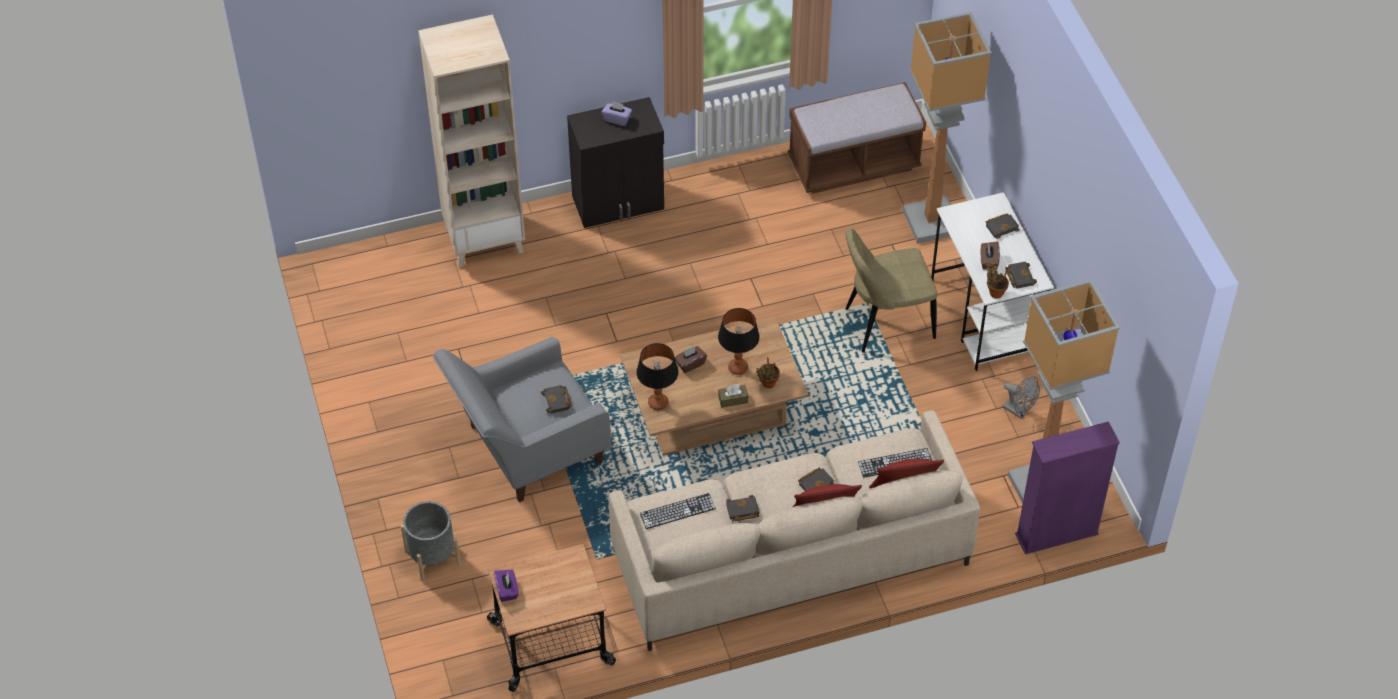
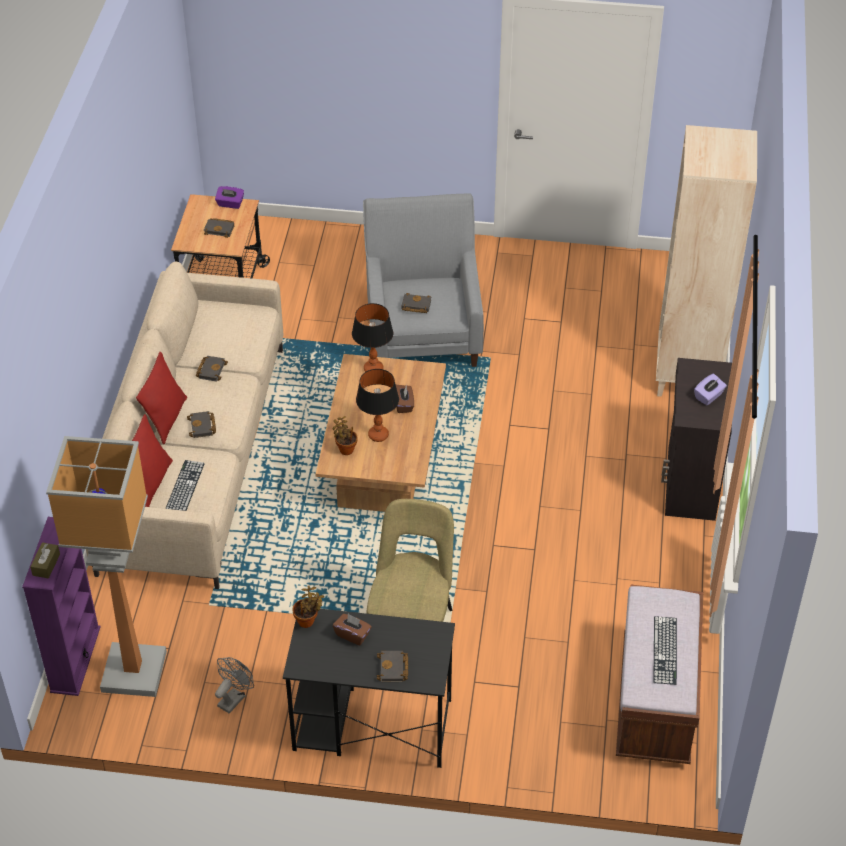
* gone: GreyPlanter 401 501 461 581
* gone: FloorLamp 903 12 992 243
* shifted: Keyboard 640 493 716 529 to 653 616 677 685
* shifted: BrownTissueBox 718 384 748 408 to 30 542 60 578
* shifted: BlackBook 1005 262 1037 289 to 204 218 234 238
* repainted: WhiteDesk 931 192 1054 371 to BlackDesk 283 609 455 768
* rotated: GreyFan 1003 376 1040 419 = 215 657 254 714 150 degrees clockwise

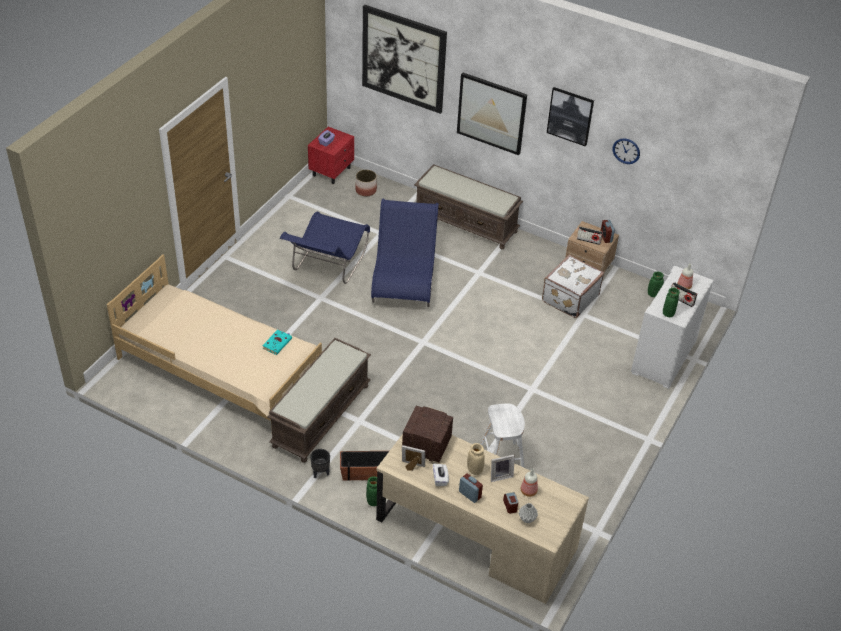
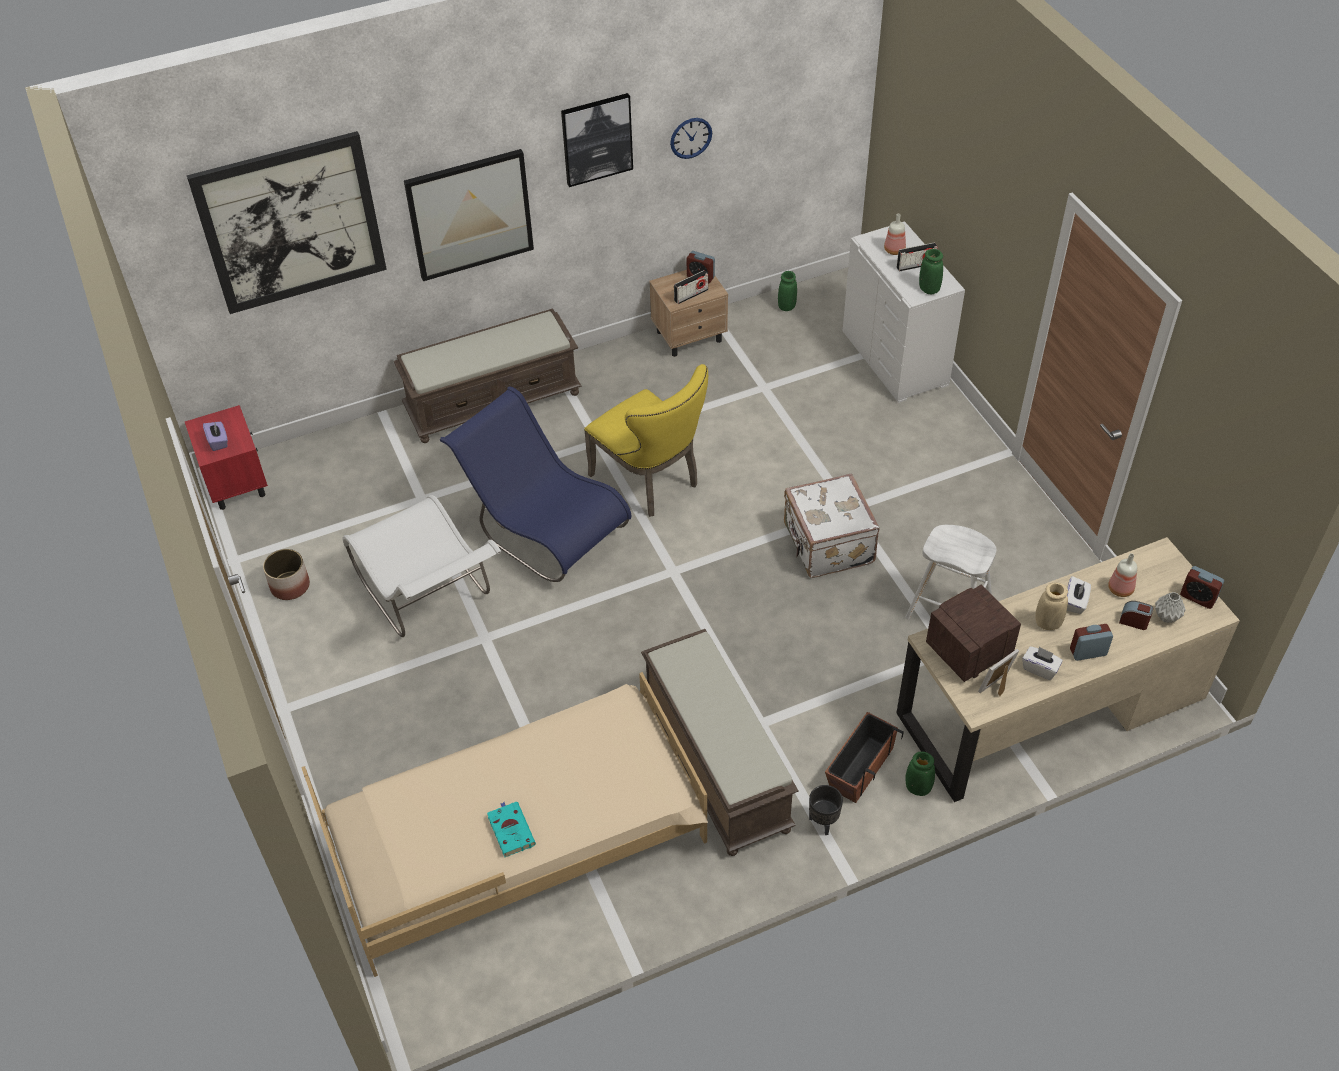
* new: YellowChair 584 364 708 517
* new: AlarmClock 1180 566 1224 609
* shifted: TurquoiseBook 262 330 292 355 to 487 802 536 857
* shifted: Planter 356 170 377 196 to 263 549 310 600
* shifted: WhiteSuitcase 542 255 604 318 to 784 473 880 578
* swapped: PictureFrame 491 455 515 482 to WhiteTissueBox 1067 576 1091 614
* repainted: BlueChair 280 212 370 284 to WhiteChair 343 495 501 637

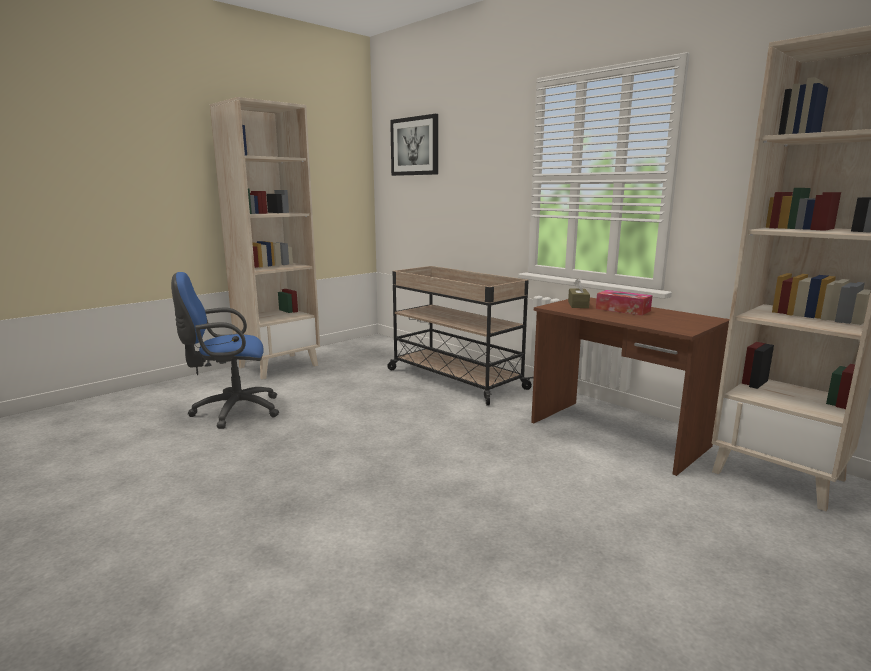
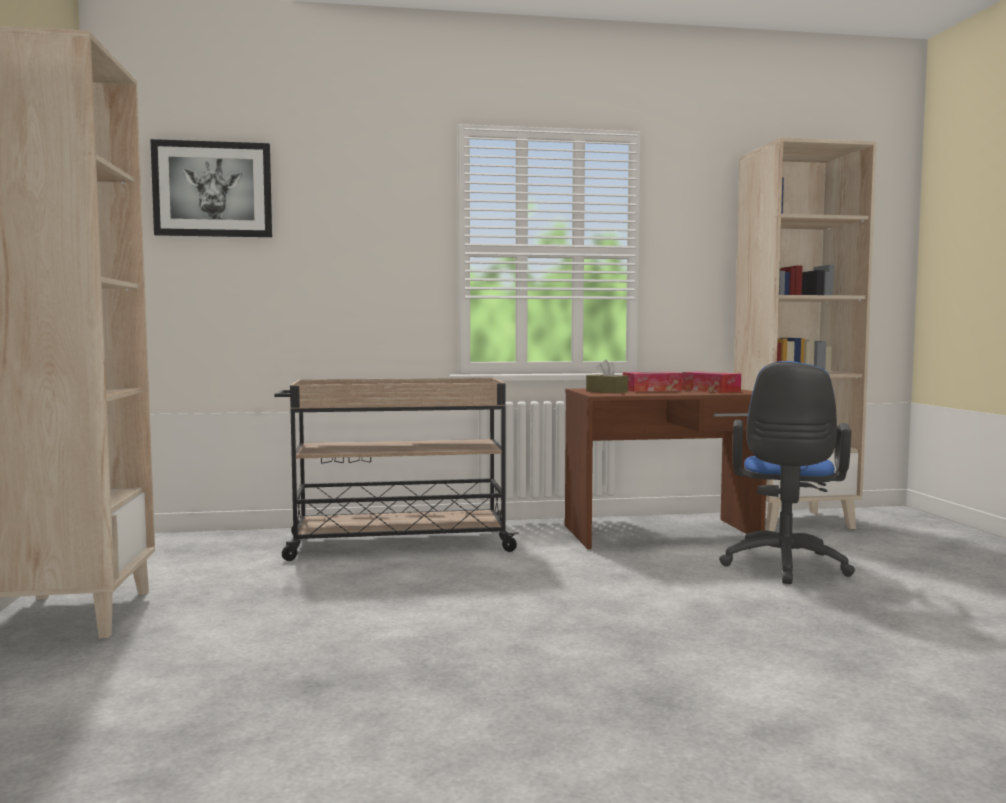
* new: TissueBox 682 371 741 393
* shifted: BlueOfficeChair 171 272 279 429 to 719 361 855 584

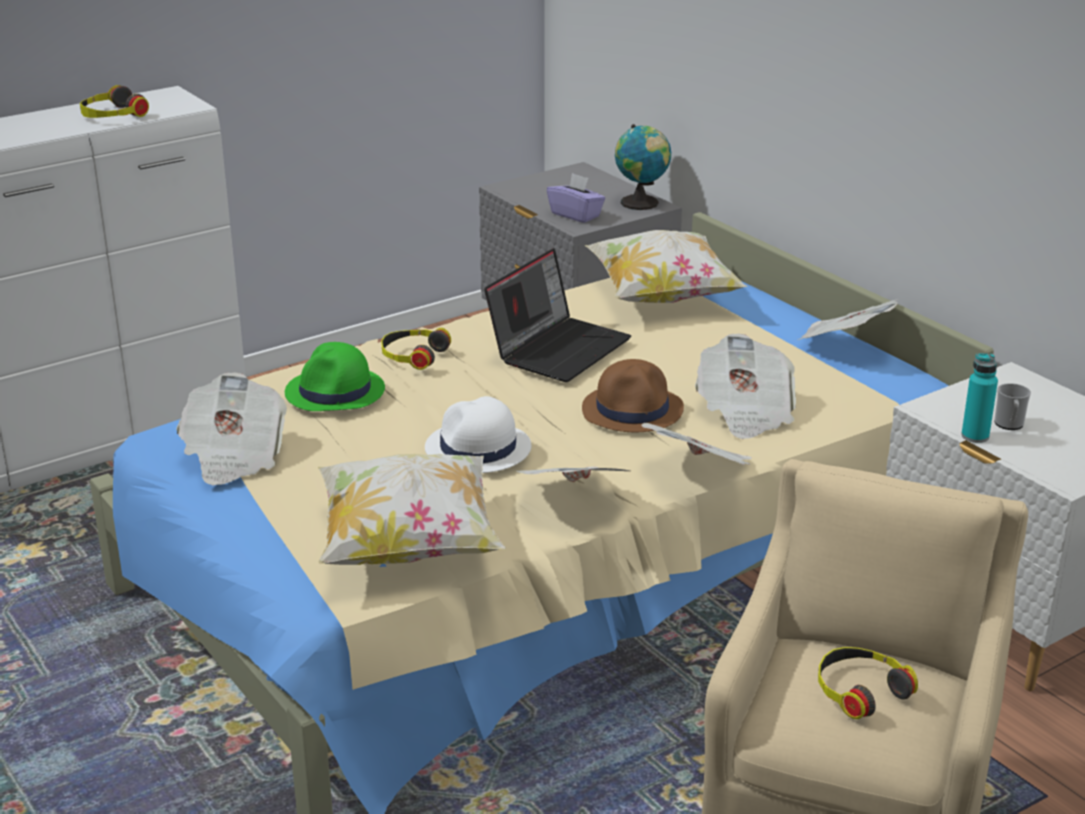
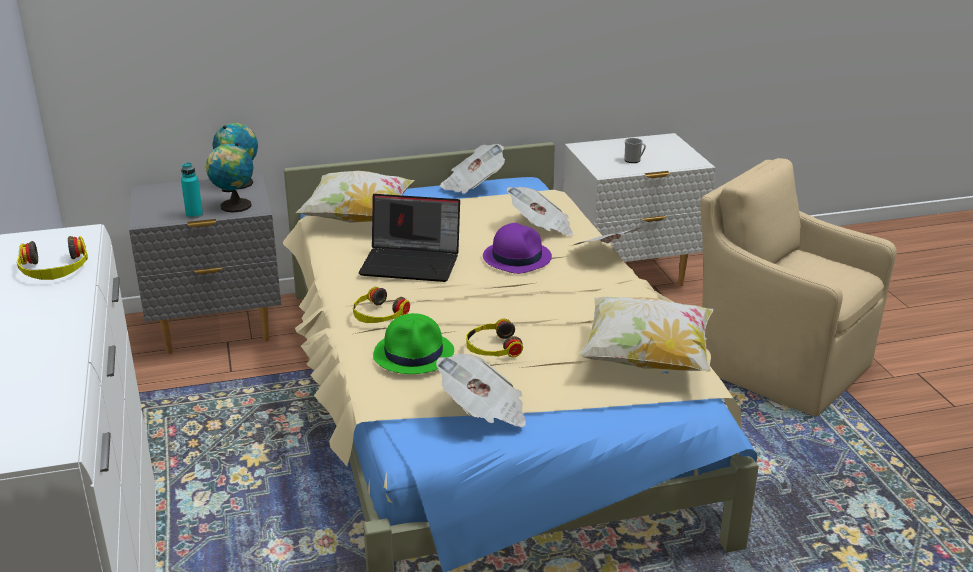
* gone: WhiteHat 425 396 531 473
* gone: Newspaper 516 466 630 482
* shifted: Headphones 818 647 918 719 to 466 319 523 358
* shifted: TurquoiseBottle 961 353 998 443 to 181 162 203 219
* swapped: PurpleTissueBox 547 173 606 223 to Globe 206 143 253 213
* repainted: BrownHat 582 359 684 432 to PurpleHat 483 223 552 274
* rotated: Laptop 484 248 631 382 = 359 194 460 282 135 degrees clockwise

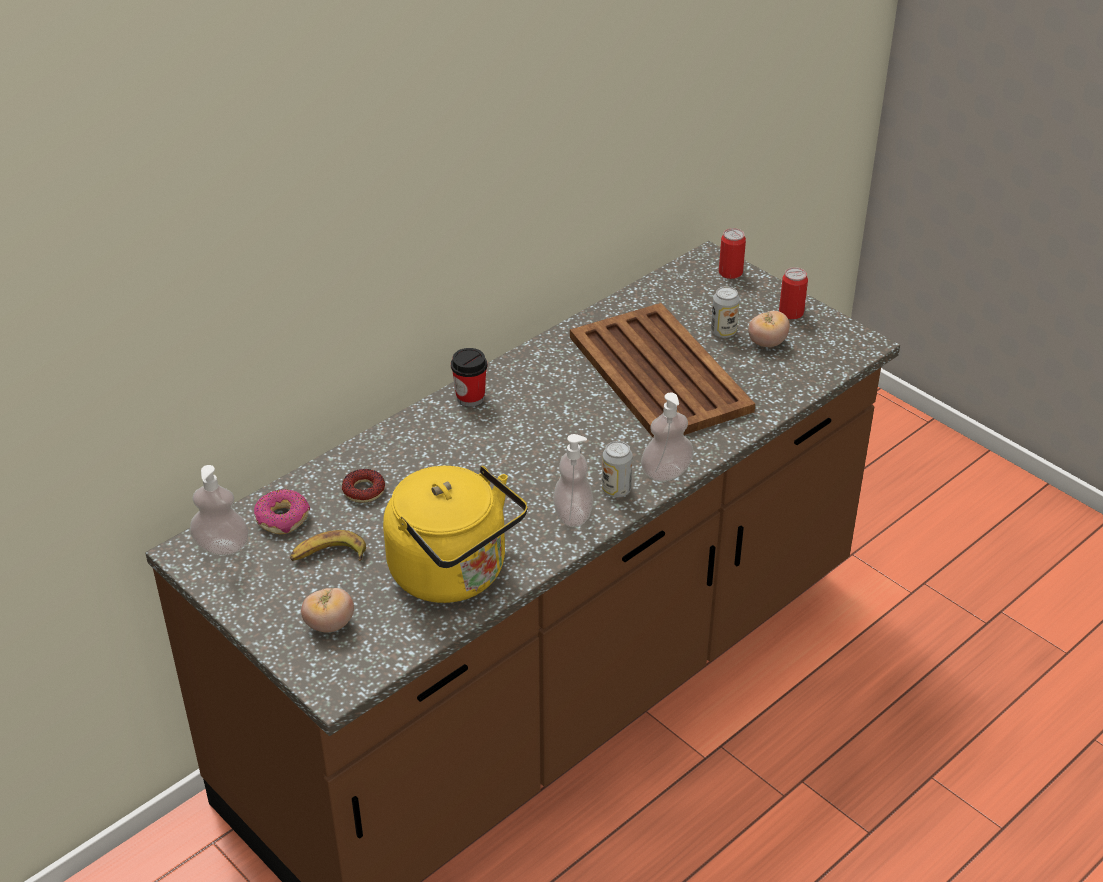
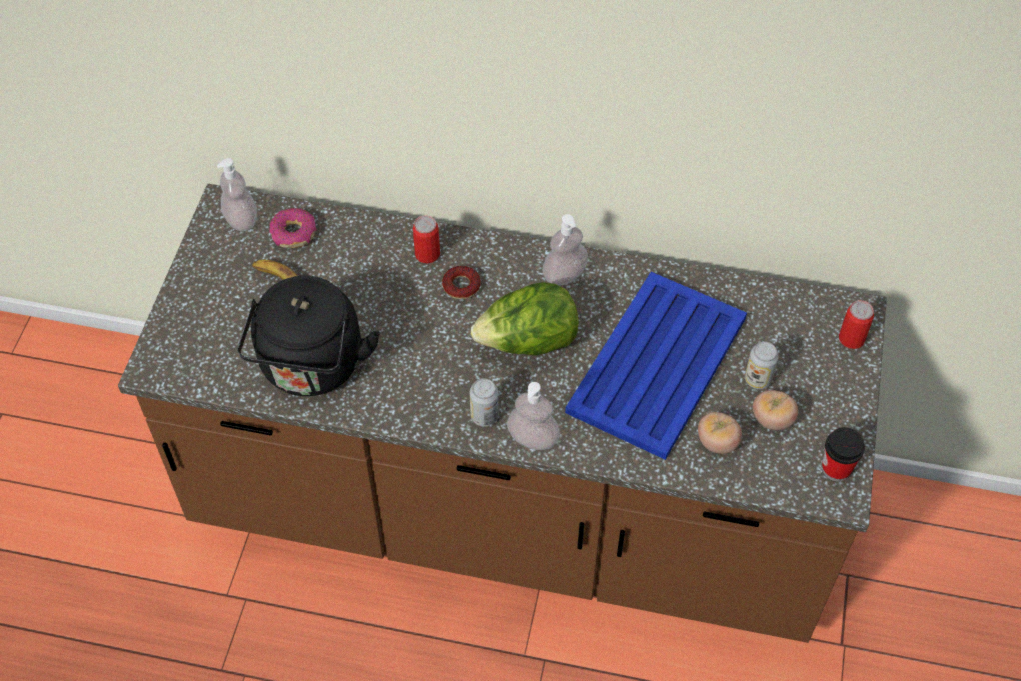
* new: Lettuce 471 282 579 356
* shifted: Tomato 301 588 354 633 to 698 412 742 454
* shifted: Donut 342 469 385 503 to 442 266 481 299
* shifted: Cup 451 348 487 407 to 822 427 865 482
* shifted: SoapDispenser 553 434 593 527 to 542 214 588 285
* shifted: Can 779 267 808 319 to 413 215 440 264
* repainted: YellowKettle 383 466 527 603 to BlackKettle 237 276 380 396
* repainted: BrownTray 570 303 755 437 to BlueTray 565 272 747 460

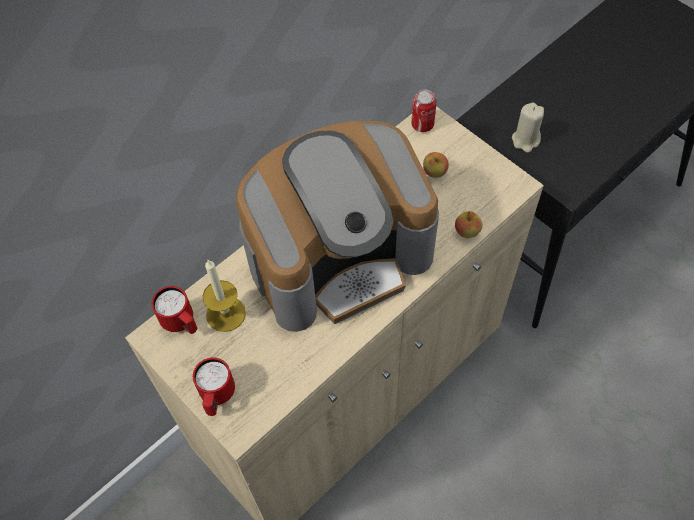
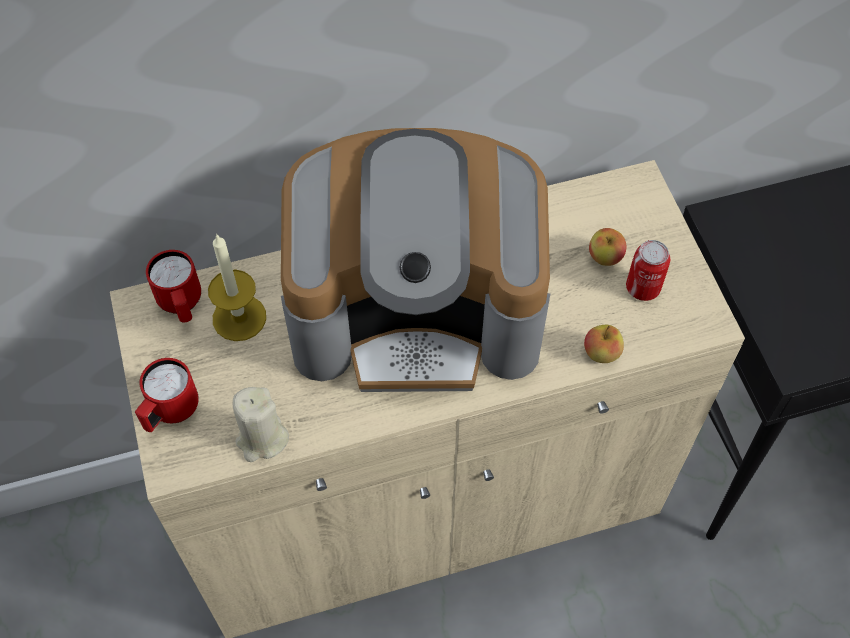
* shifted: Can 411 89 436 132 to 626 240 670 301
* shifted: BeigeCandle 512 102 544 153 to 233 387 289 462

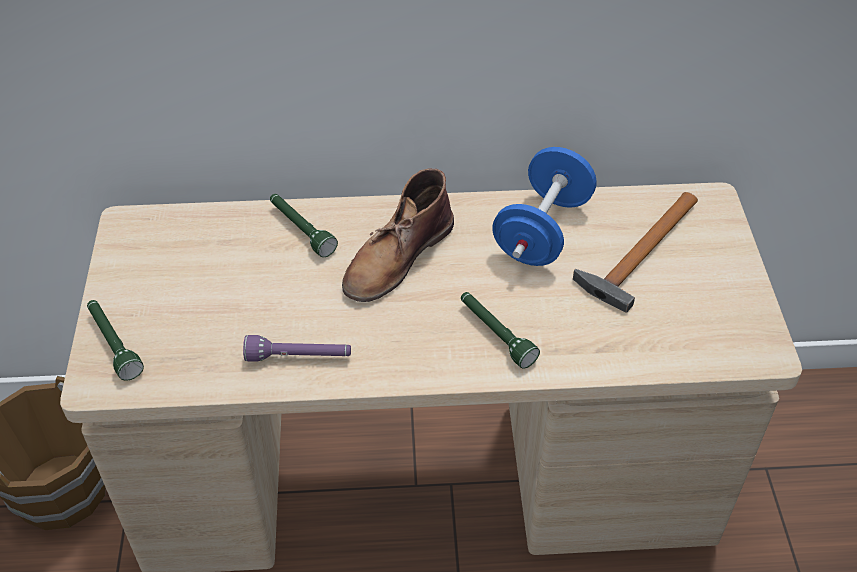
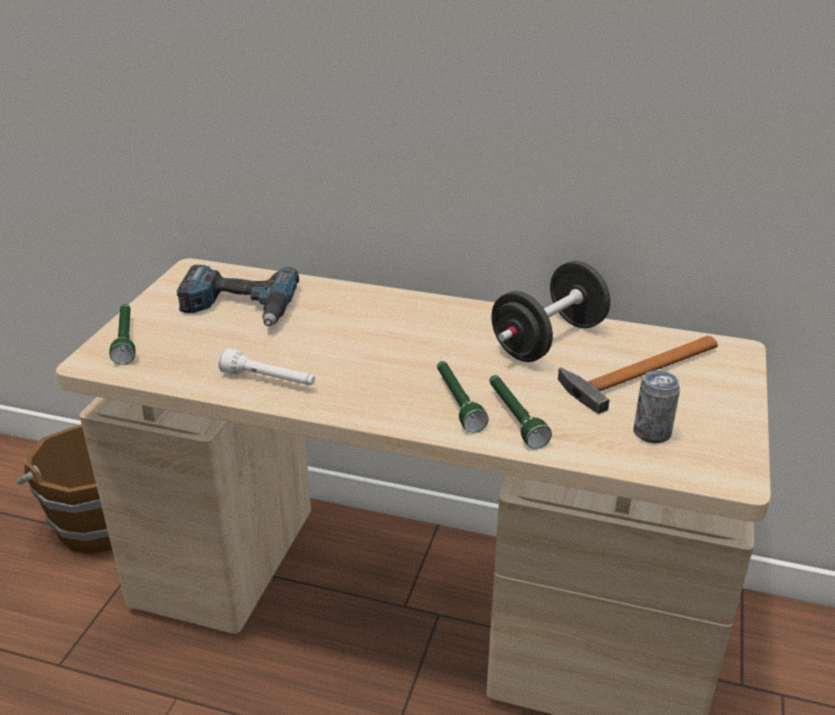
* gone: BrownBoot 342 169 454 302
* new: PowerDrill 177 265 299 327
* new: Can 634 370 680 443
* shifted: GreenFlashlight 270 194 338 257 to 489 375 552 449
* repainted: PurpleFlashlight 243 335 351 362 to WhiteFlashlight 218 348 315 386
* repainted: BlueDumbbell 492 147 597 266 to BlackDumbbell 491 261 610 362

